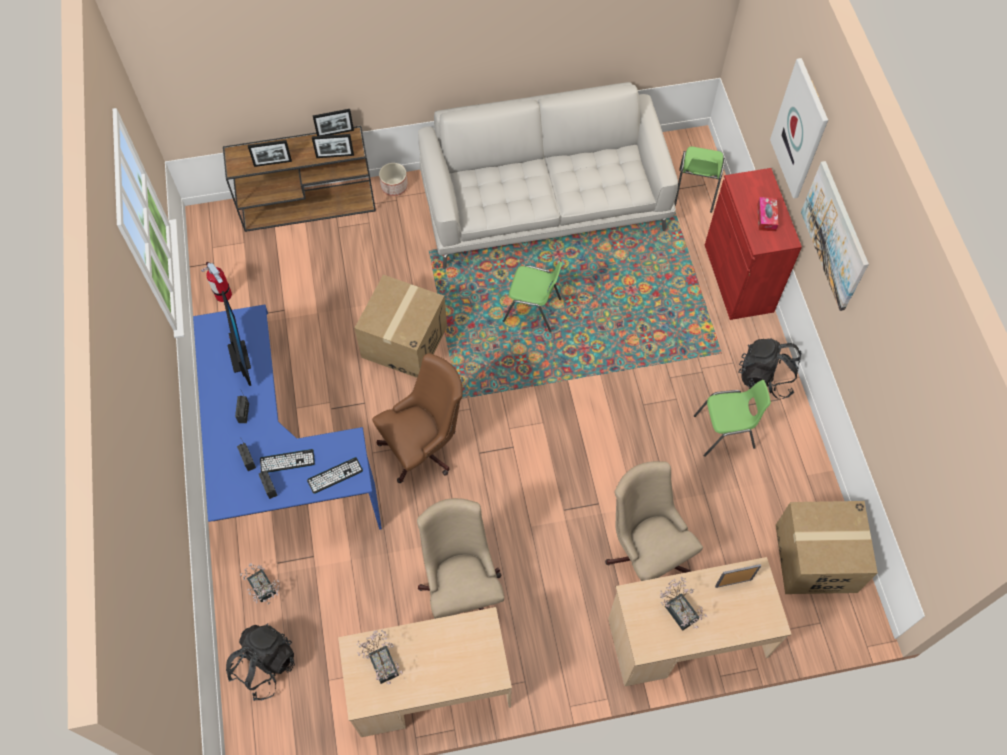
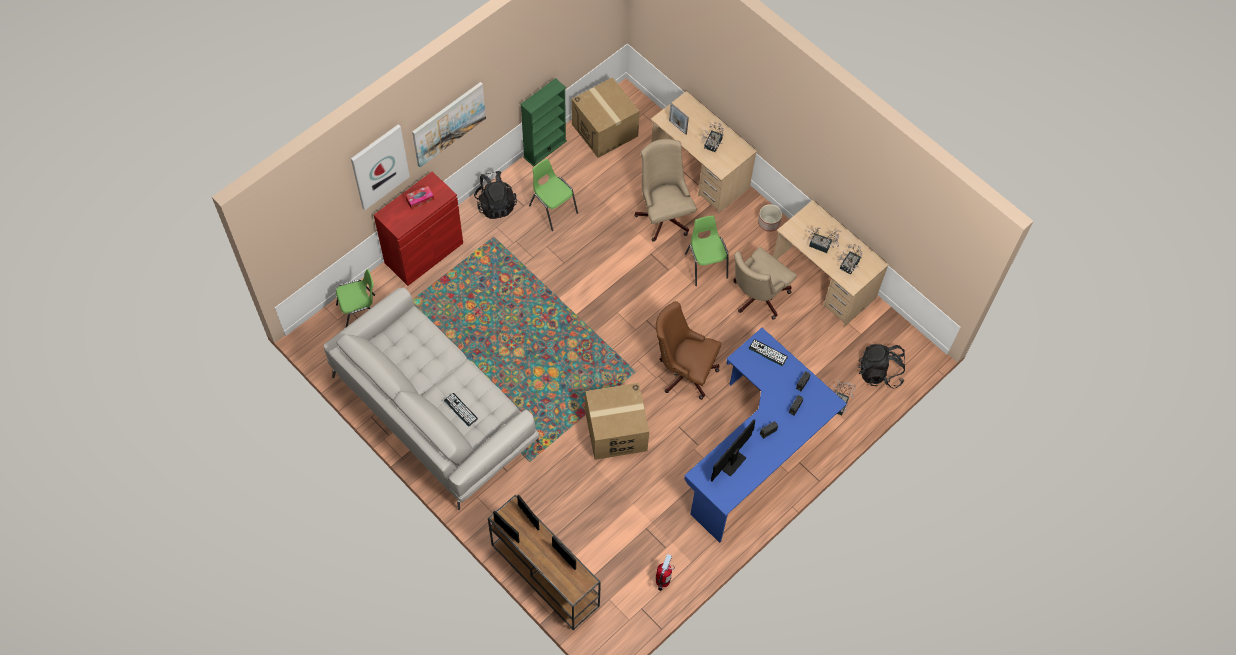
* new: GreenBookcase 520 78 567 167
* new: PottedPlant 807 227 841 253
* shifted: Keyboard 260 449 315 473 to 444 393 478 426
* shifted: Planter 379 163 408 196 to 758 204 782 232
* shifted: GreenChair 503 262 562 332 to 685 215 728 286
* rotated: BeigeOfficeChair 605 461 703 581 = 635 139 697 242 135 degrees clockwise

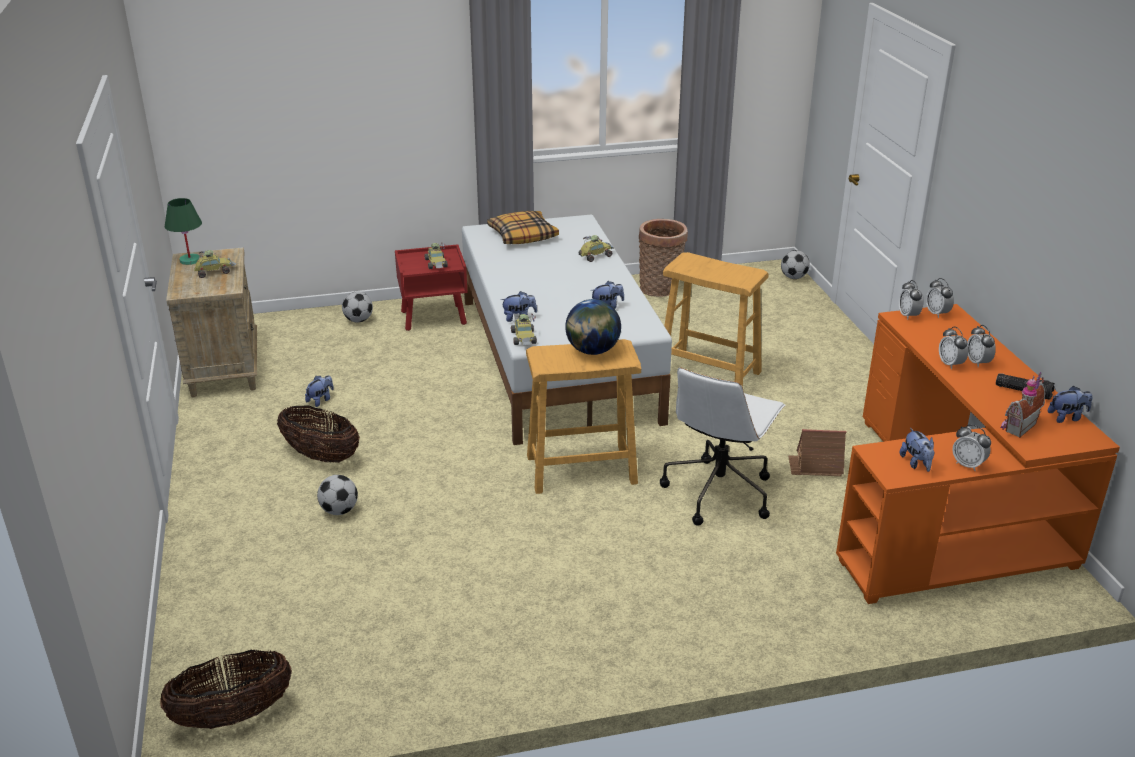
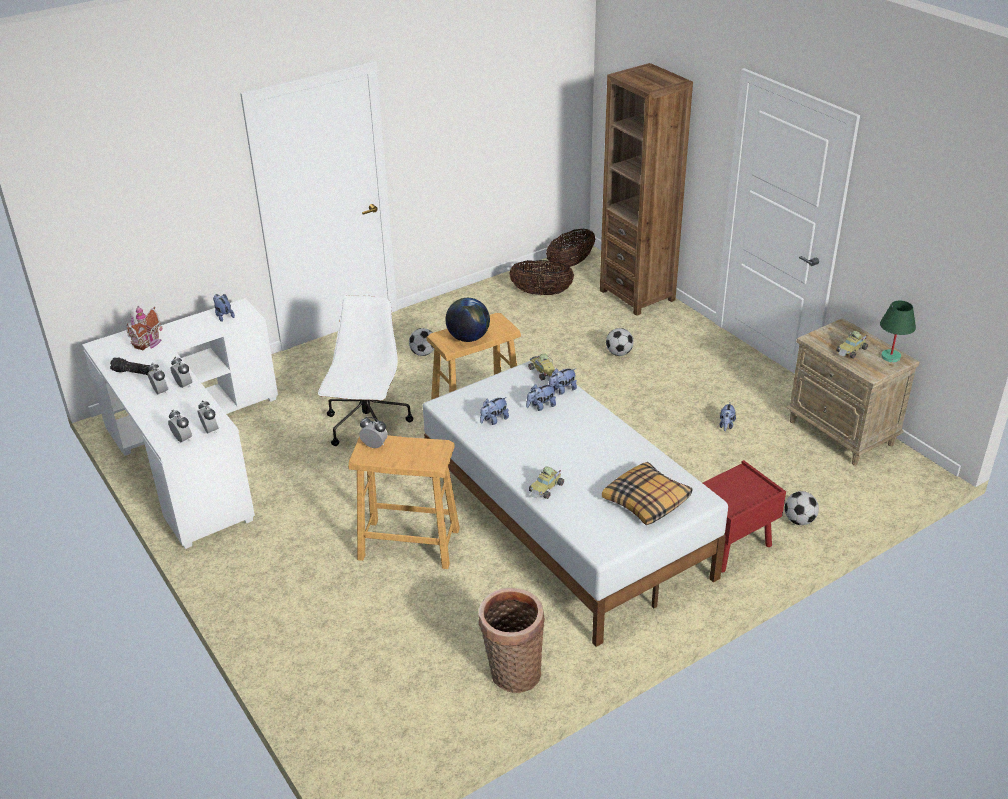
* gone: ToyCar 425 243 448 269
* gone: ToyHouse 788 429 847 477
* new: BrownBookcase 600 63 693 316
* shifted: Basket 277 405 360 463 to 510 260 574 295
* shifted: Football 781 250 810 279 to 409 328 434 356
* shifted: AlarmClock 952 424 991 471 to 359 417 388 448
* shifted: PlushToy 1047 386 1092 423 to 526 384 556 411
* repainted: OrangeDesk 836 304 1120 604 to WhiteDesk 82 298 278 549

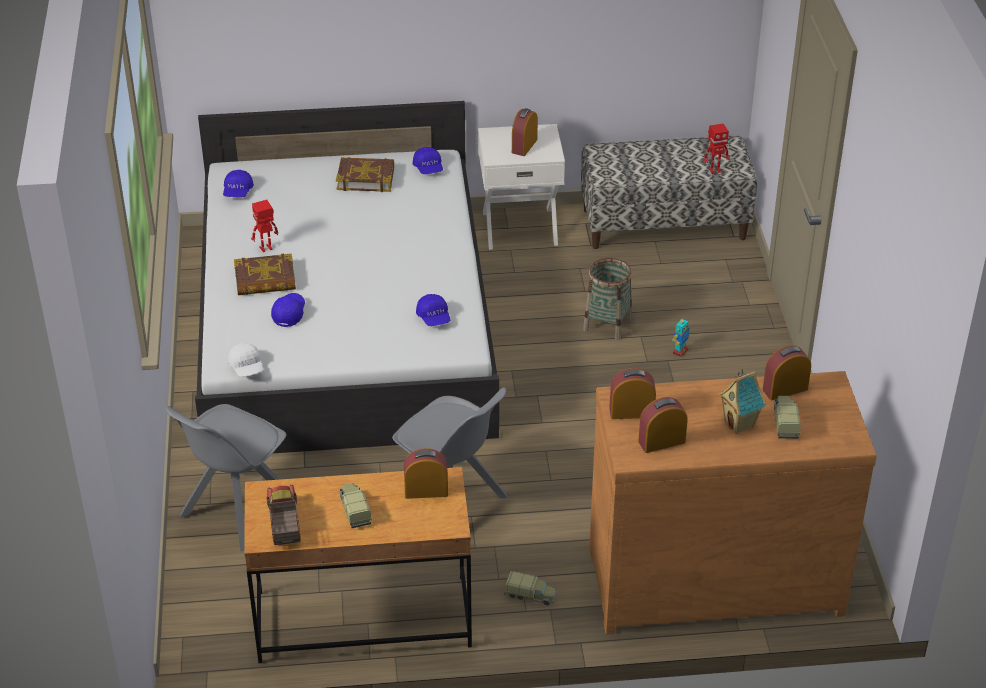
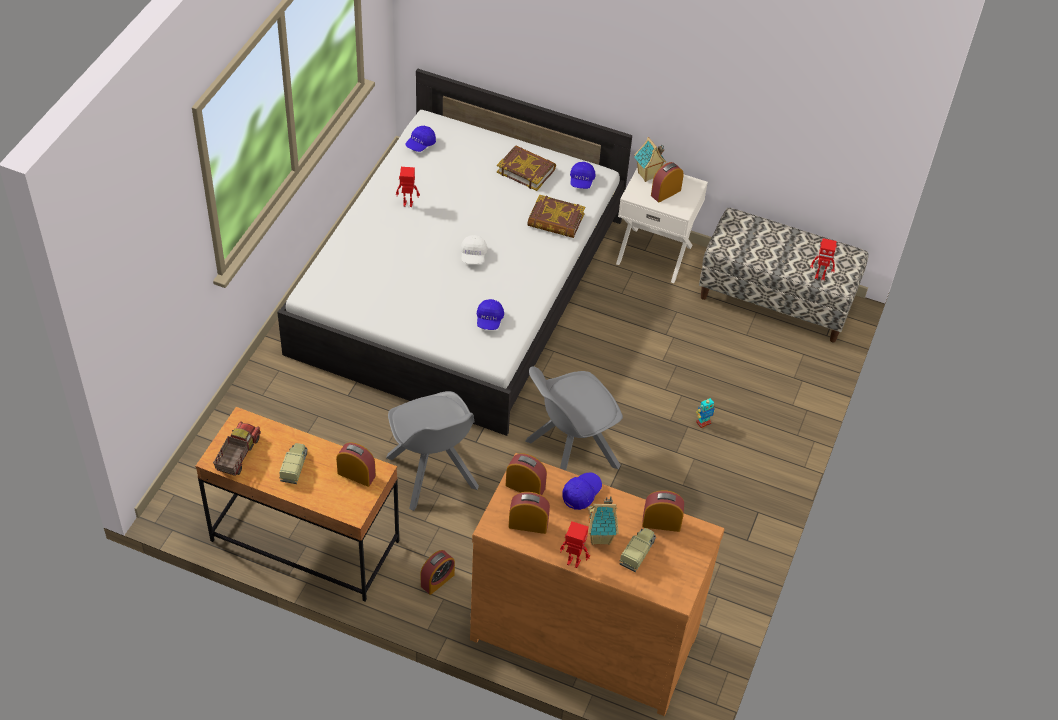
* gone: Basket 583 258 632 340
* new: ToyRobot 560 521 590 568
* new: ToyHouse 634 137 666 182
* shifted: GreyChair 166 404 287 552 to 525 366 623 471
* shifted: WhiteCap 228 343 263 377 to 461 235 487 264
* shifted: Book 234 253 296 295 to 527 194 585 238
* shifted: BlueCap 271 293 305 327 to 562 472 602 510
* swapped: ToyTruck 504 571 557 606 to AlarmClock 421 550 455 595

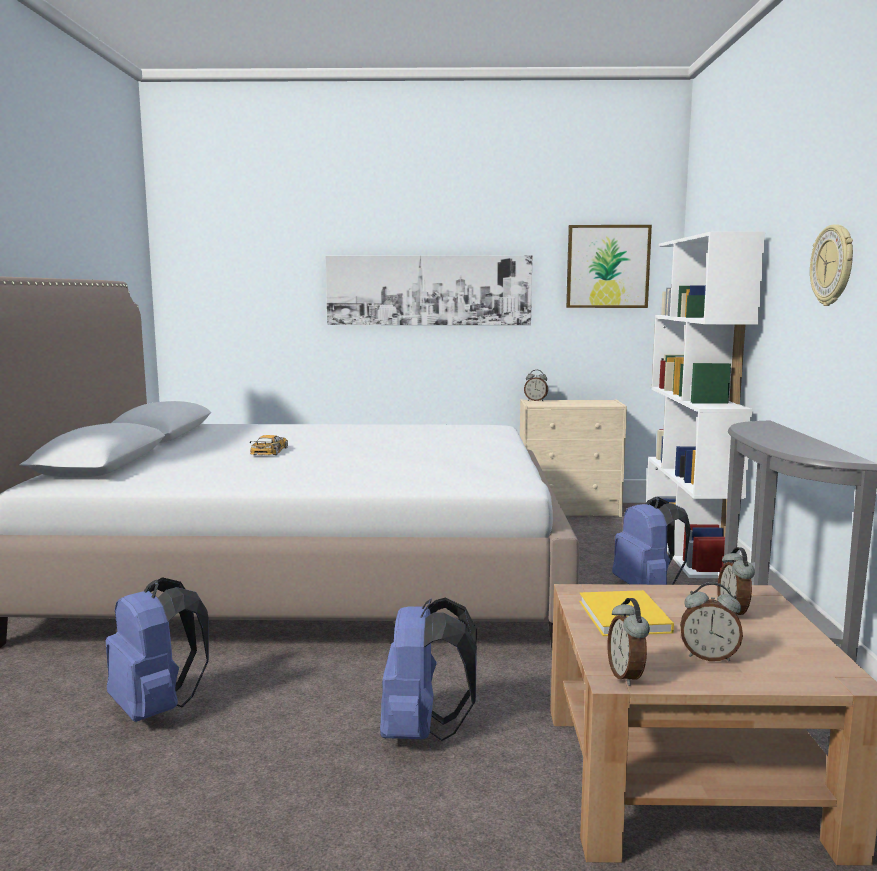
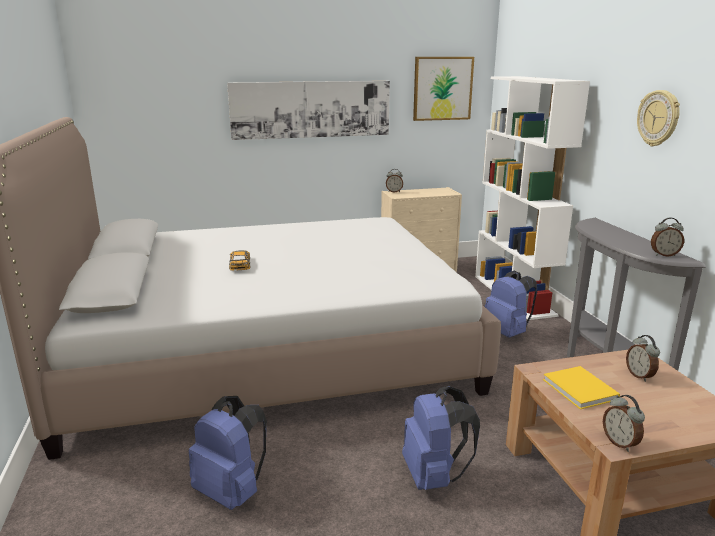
* shifted: AlarmClock 680 582 743 662 to 651 217 684 257

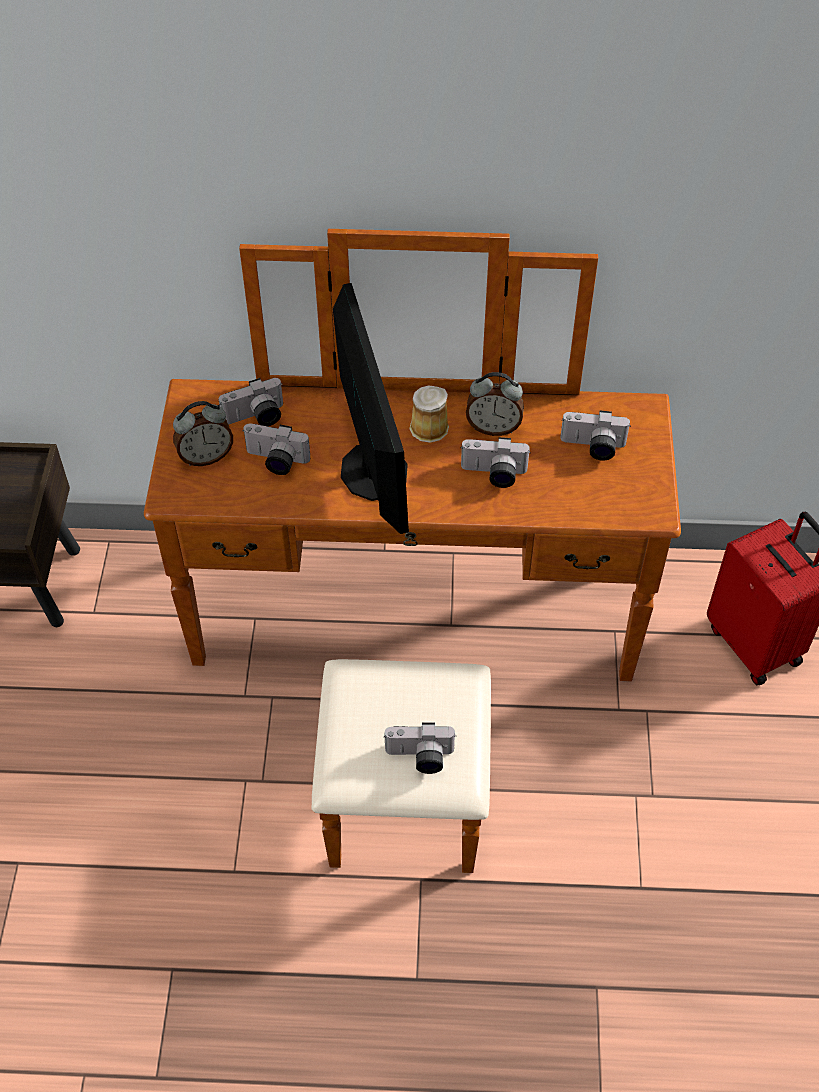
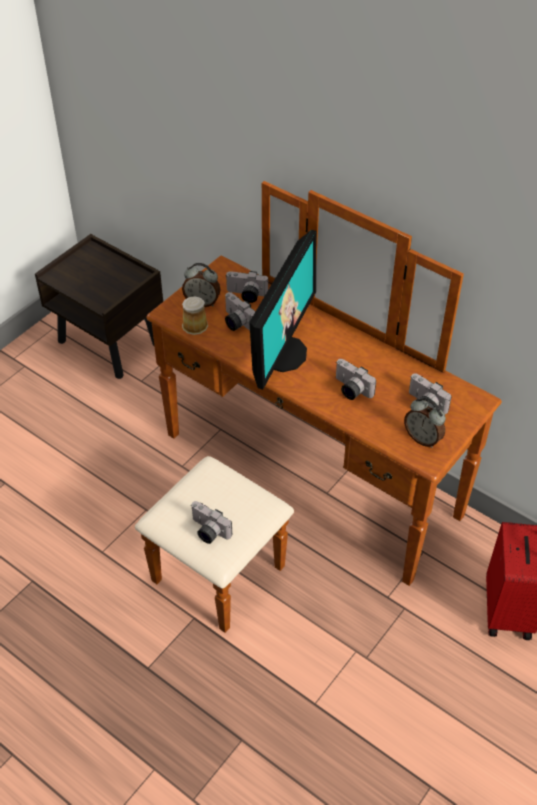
* shifted: Mug 409 385 449 443 to 182 296 208 335
* shifted: AlarmClock 466 372 524 436 to 404 398 446 448

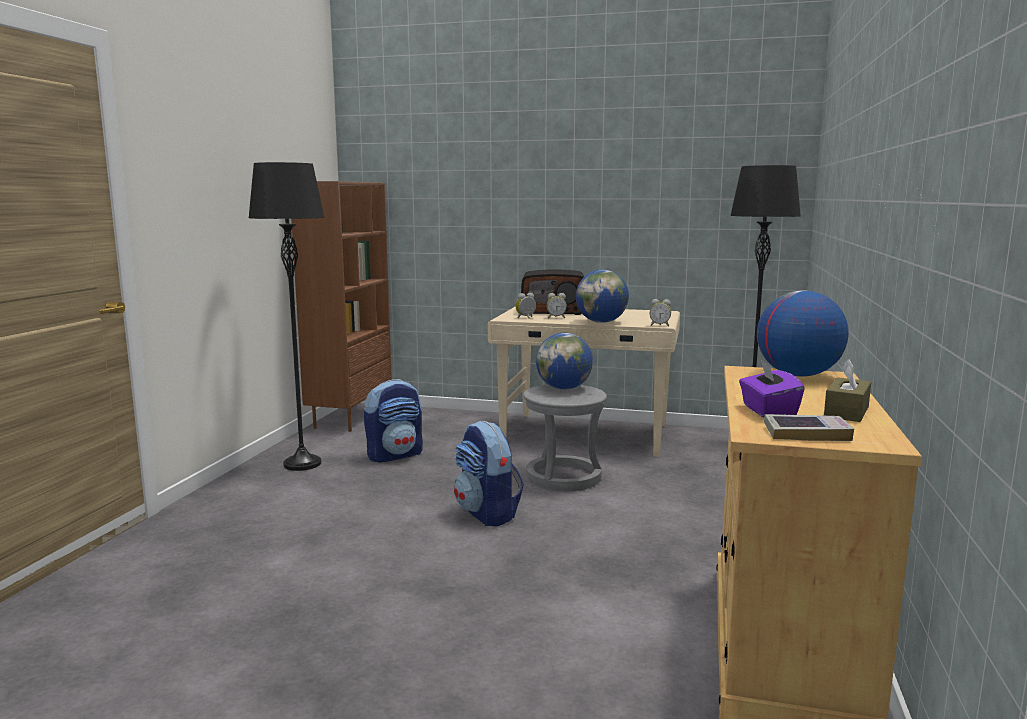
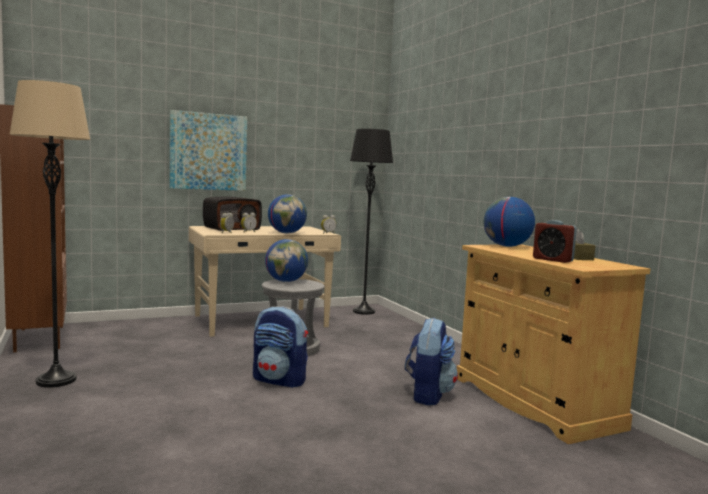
* gone: Book 764 414 854 441
* new: Picture 169 110 247 191
* shifted: Backpack 364 379 423 462 to 405 317 458 406
* swapped: PurpleTissueBox 739 359 804 418 to AlarmClock 533 220 577 263
* repainted: BlackFloorLamp 248 162 324 471 to BeigeFloorLamp 10 80 90 388

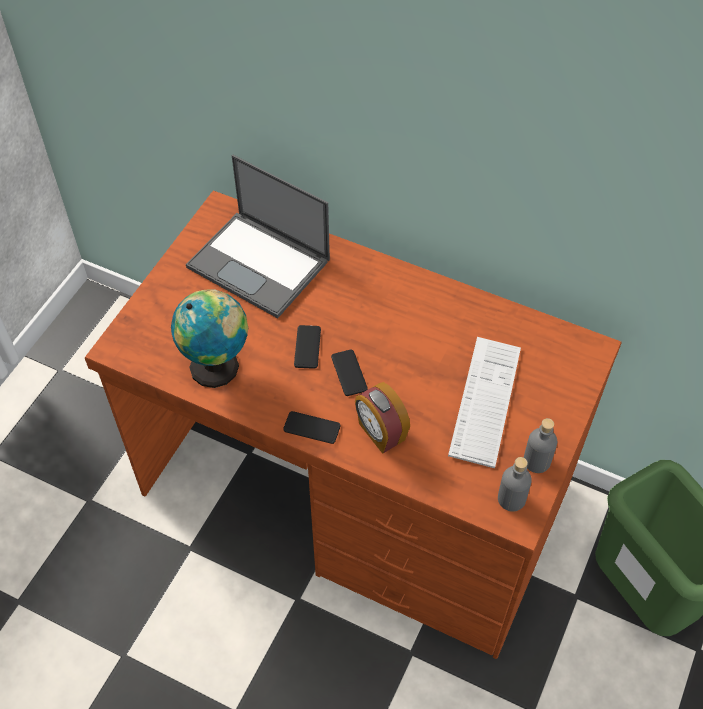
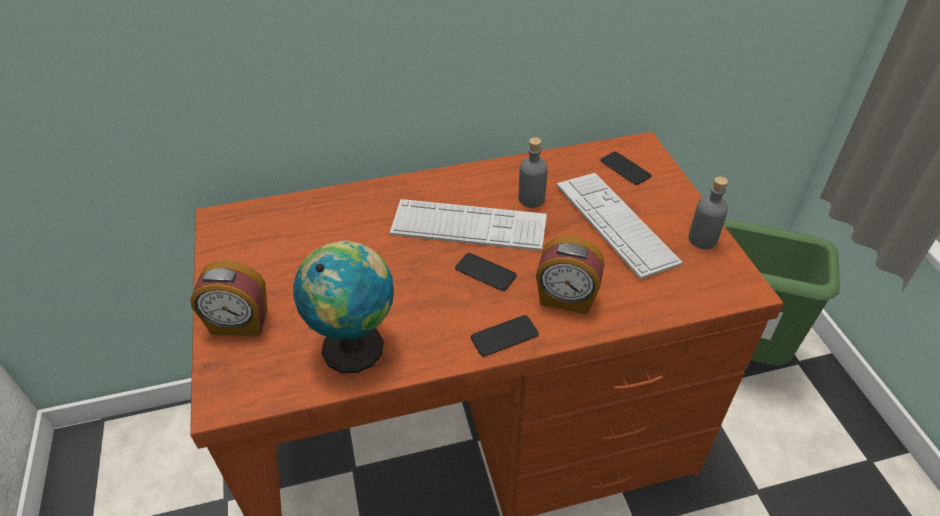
* gone: Laptop 186 155 330 318
* new: AlarmClock 190 260 267 336
* new: Keyboard 390 199 547 251
* shifted: Phone 294 325 321 369 to 600 151 651 185
* shifted: GreyBottle 498 457 532 512 to 519 137 548 208

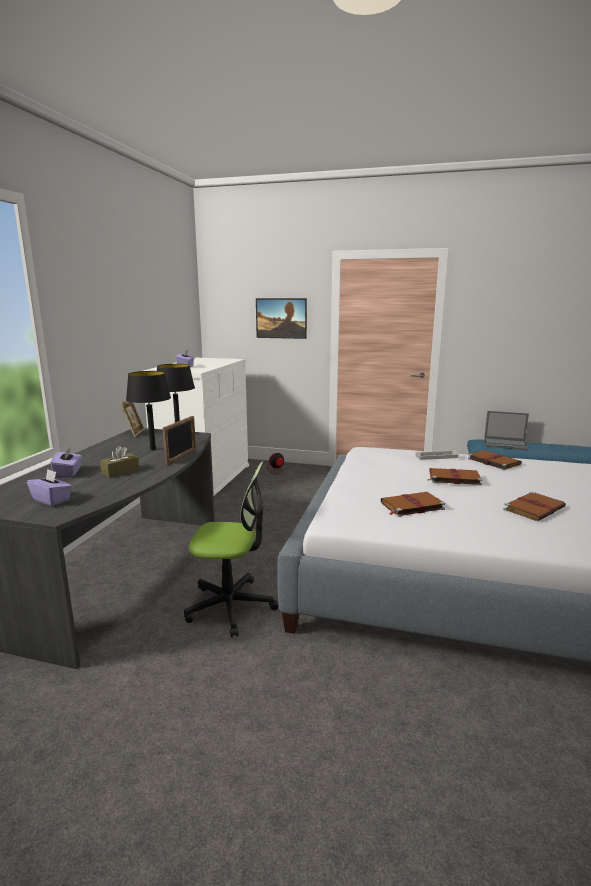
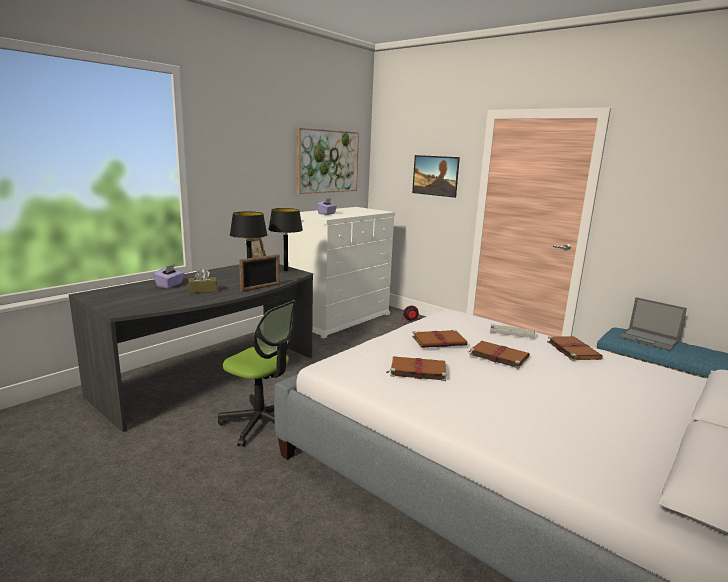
* gone: PurpleTissueBox 27 469 72 506
* new: Picture 297 128 359 194
* shifted: BrownBook 504 491 566 521 to 412 330 468 348

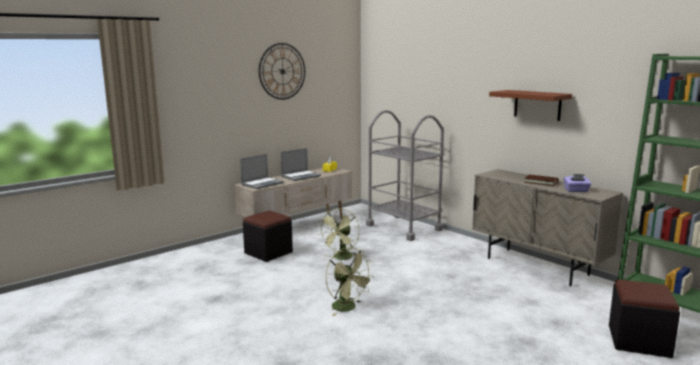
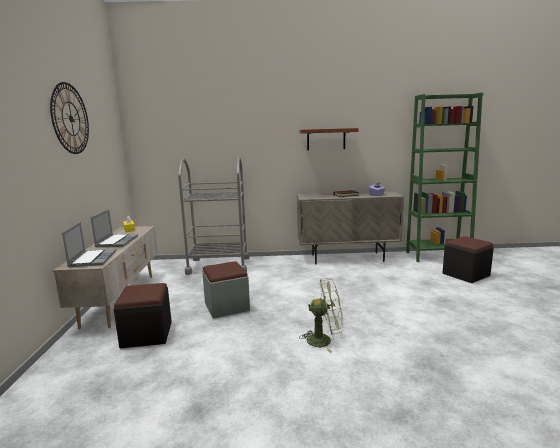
* swapped: GreenFan 319 208 360 260 to GreyOttoman 202 261 250 319

